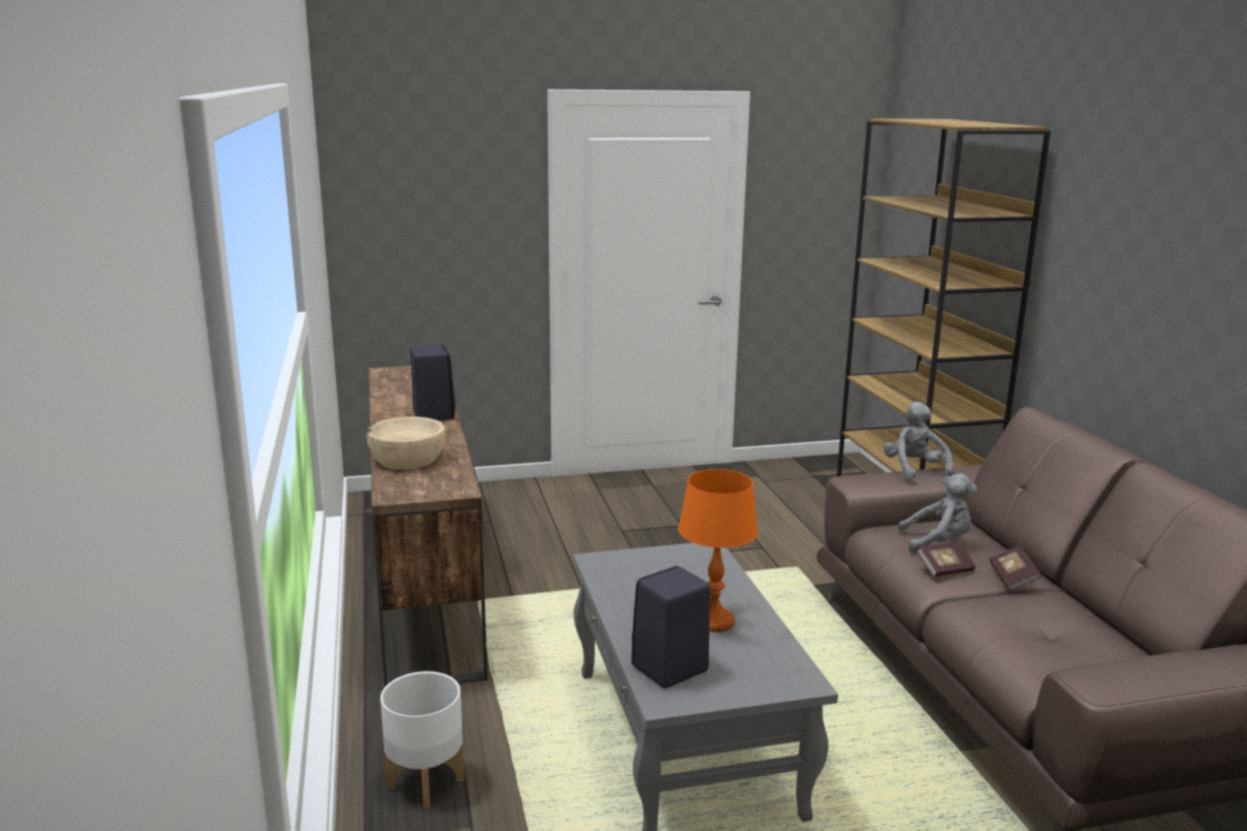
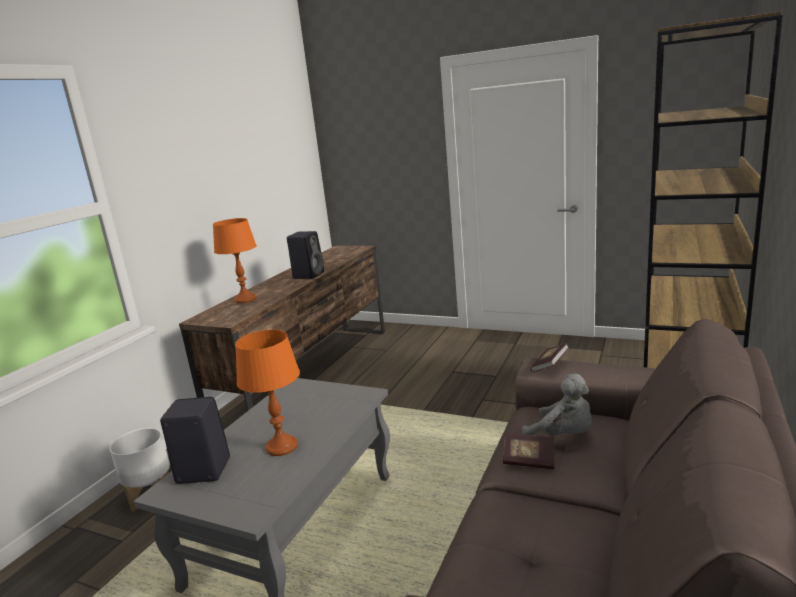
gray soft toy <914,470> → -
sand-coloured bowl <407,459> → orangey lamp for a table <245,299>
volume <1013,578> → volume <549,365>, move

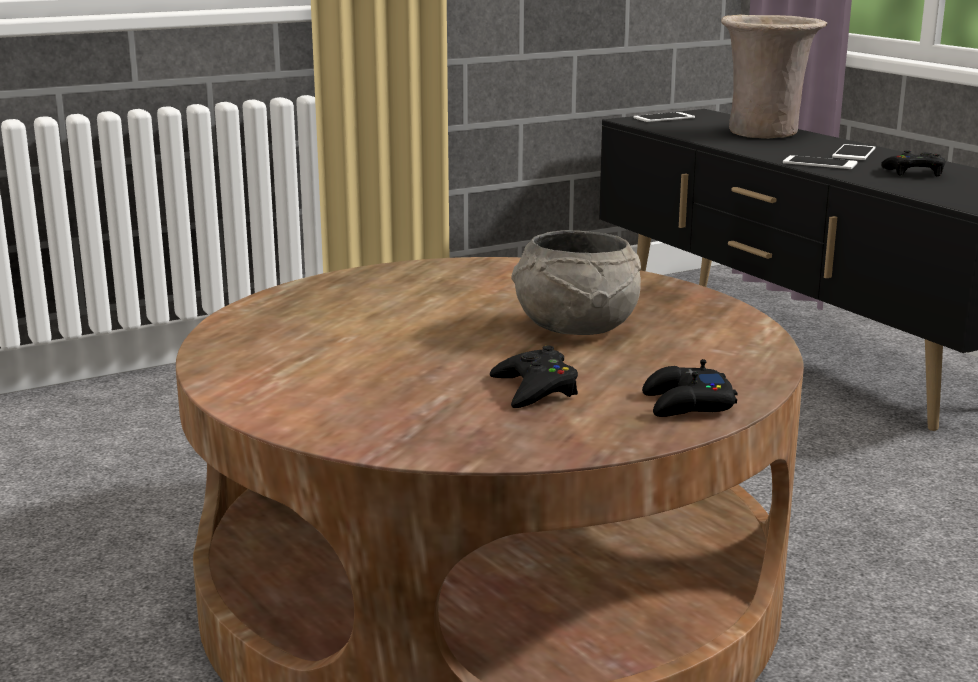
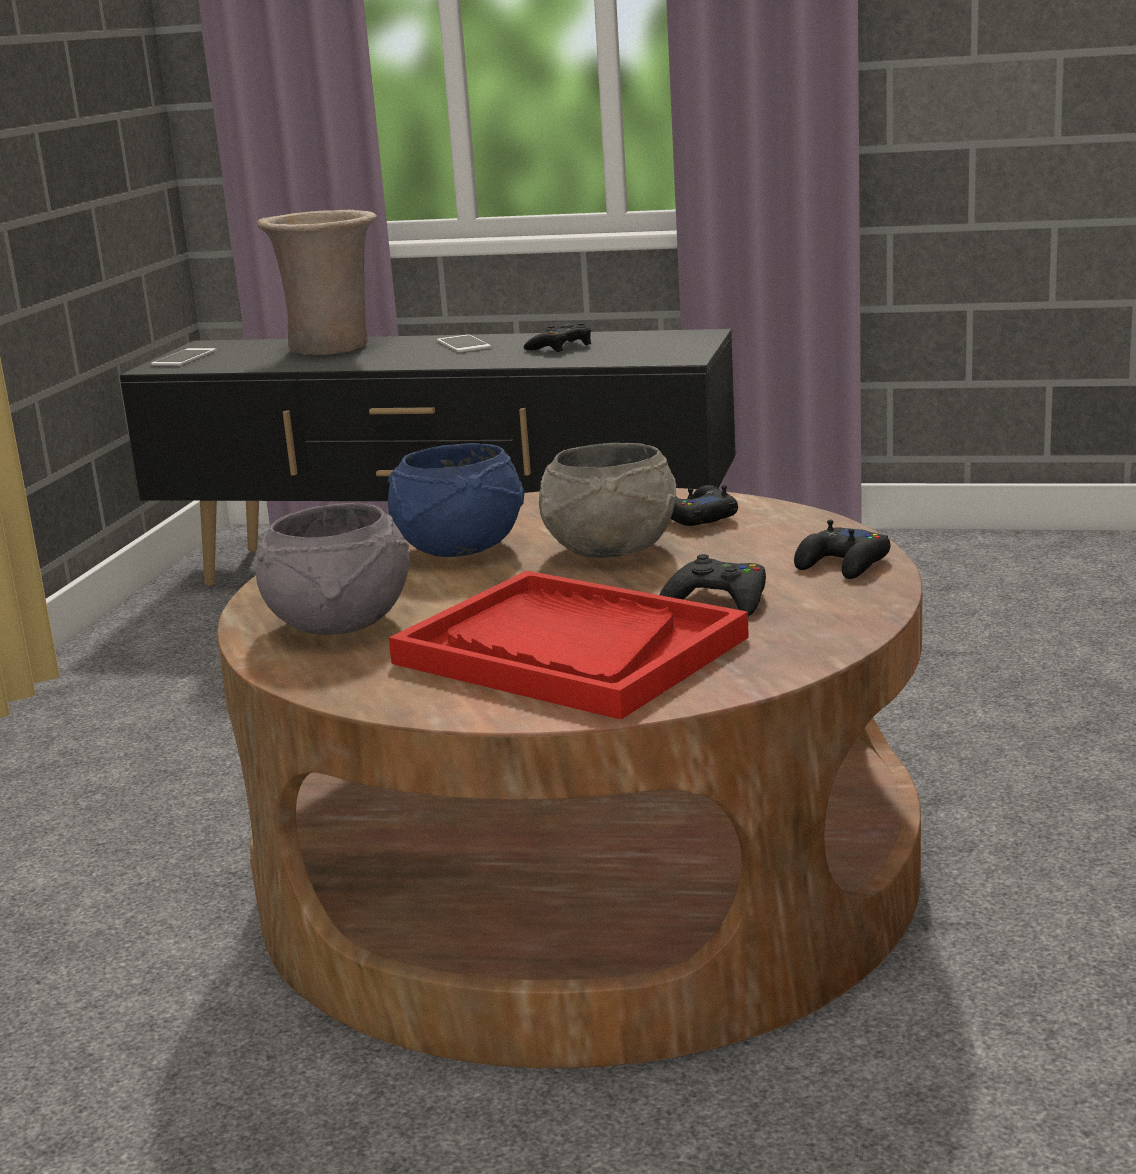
telephone <819,163> → -
- → blue bowl <458,550>
- → black gamepad <694,518>
- → gray bowl <340,625>
- → red tray <568,651>

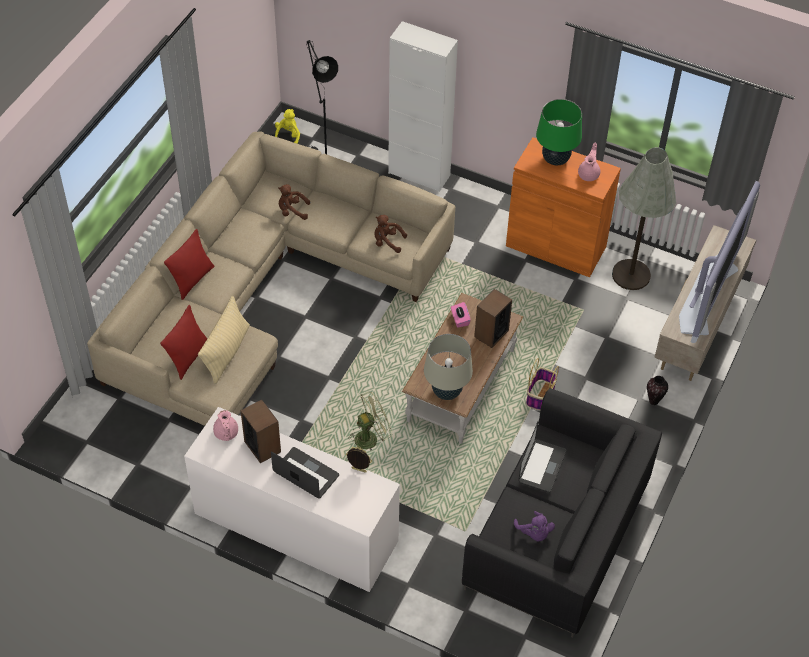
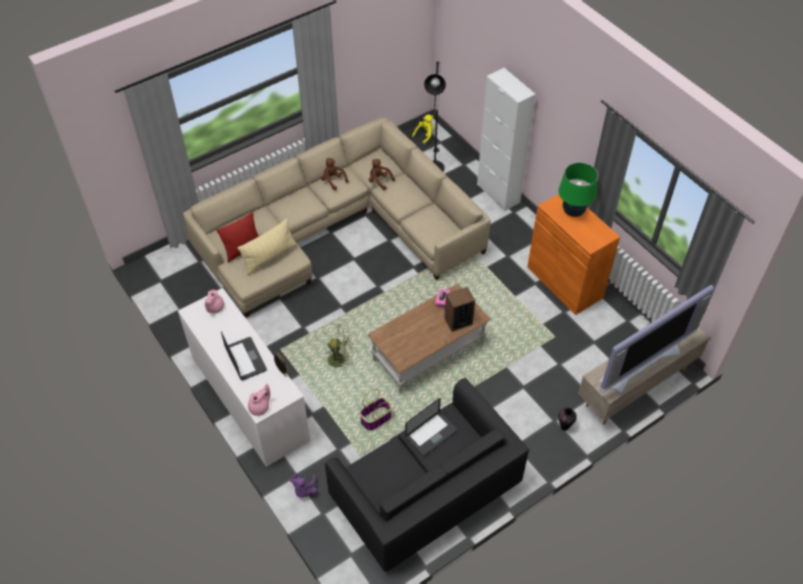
pink-coloured tea pot <589,174> → pink-coloured tea pot <260,407>, move
gray standard lamp <631,275> → -
brown-coloured soft toy <387,242> → brown-coloured soft toy <333,180>, move
red cushion <192,280> → -
sand-coloured lamp for a table <446,392> → -
basket <540,396> → basket <375,419>, move
audio speaker <262,446> → -
purple soft toy <534,533> → purple soft toy <304,489>, move

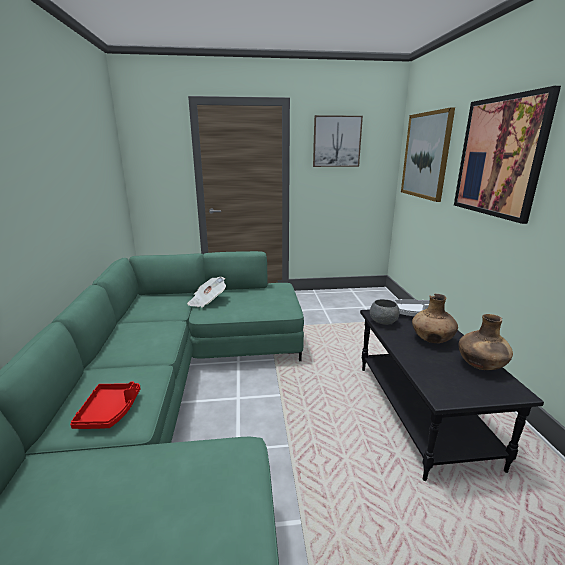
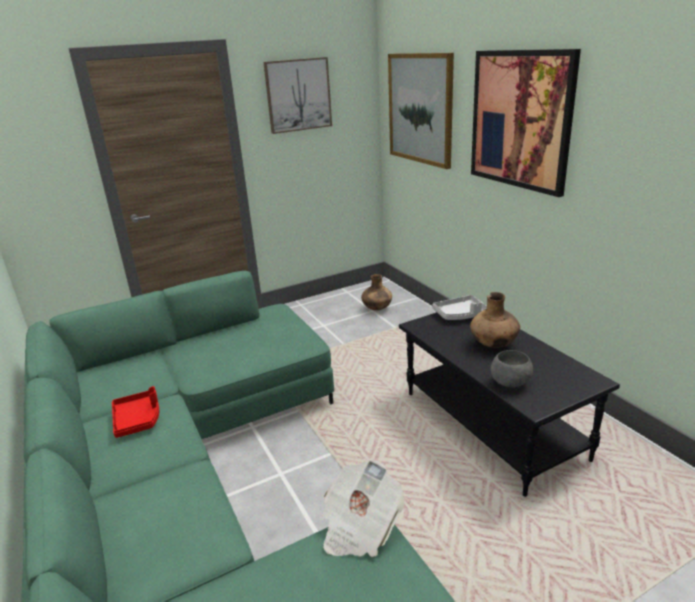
newspaper <207,301> → newspaper <359,526>, move
gray bowl <383,322> → gray bowl <510,383>, move
brown-coloured vase <480,366> → brown-coloured vase <377,308>, move
red tray <110,411> → red tray <138,419>, move

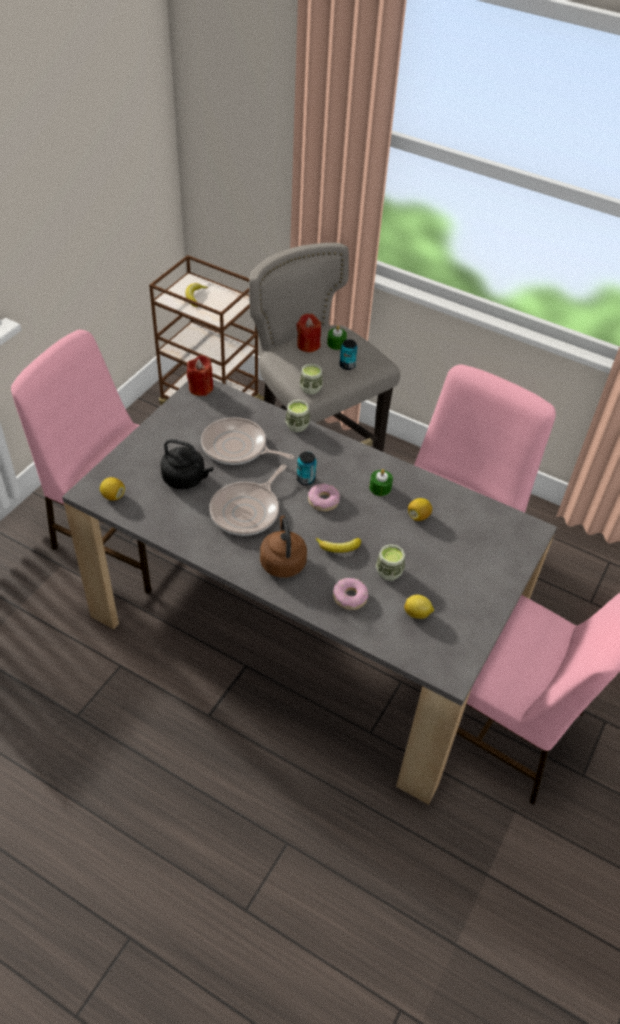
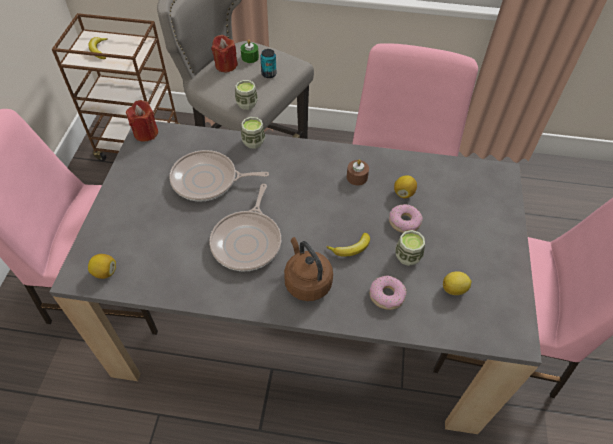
black water kettle <186,479> → -
metal can <305,479> → -
greenish wax light <380,488> → brown-coloured wax light <357,177>
ring doughnut <323,501> → ring doughnut <404,222>, move

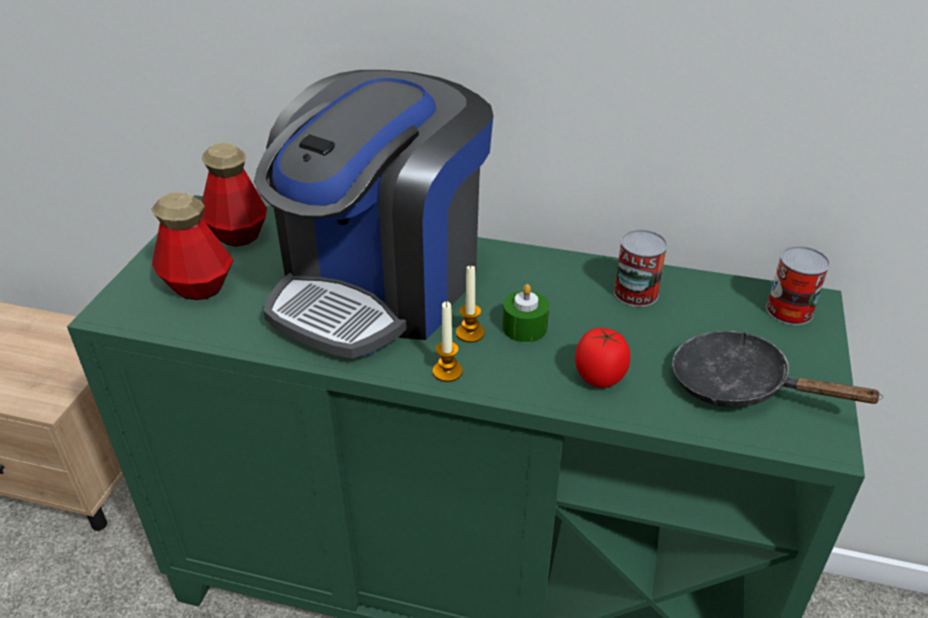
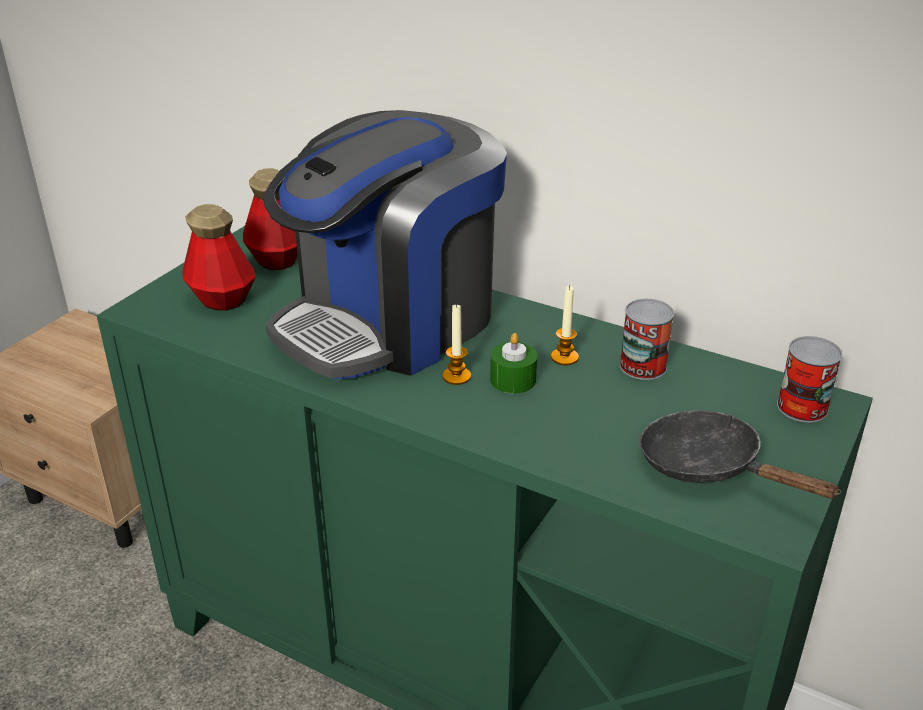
wax light <447,371> → wax light <564,357>, move
fresh tomato <599,377> → -

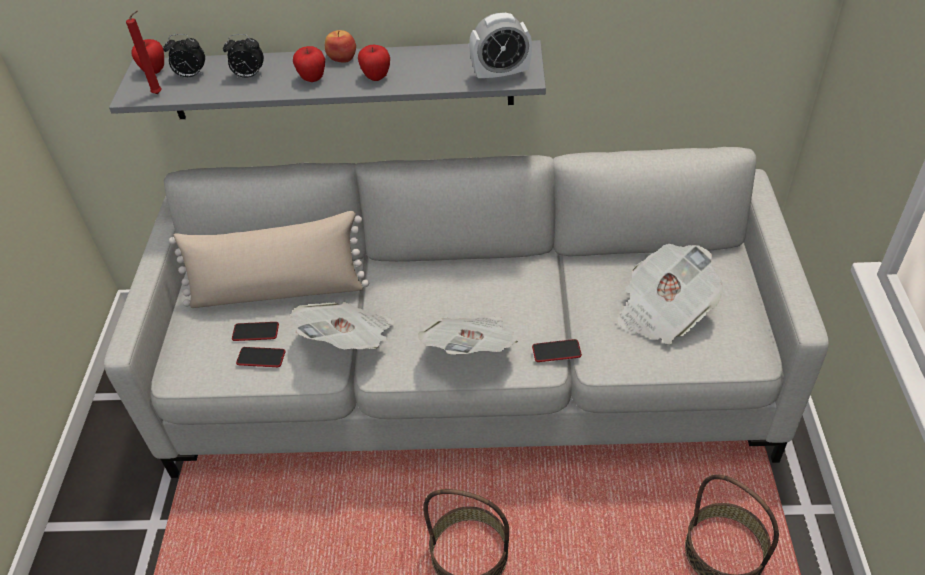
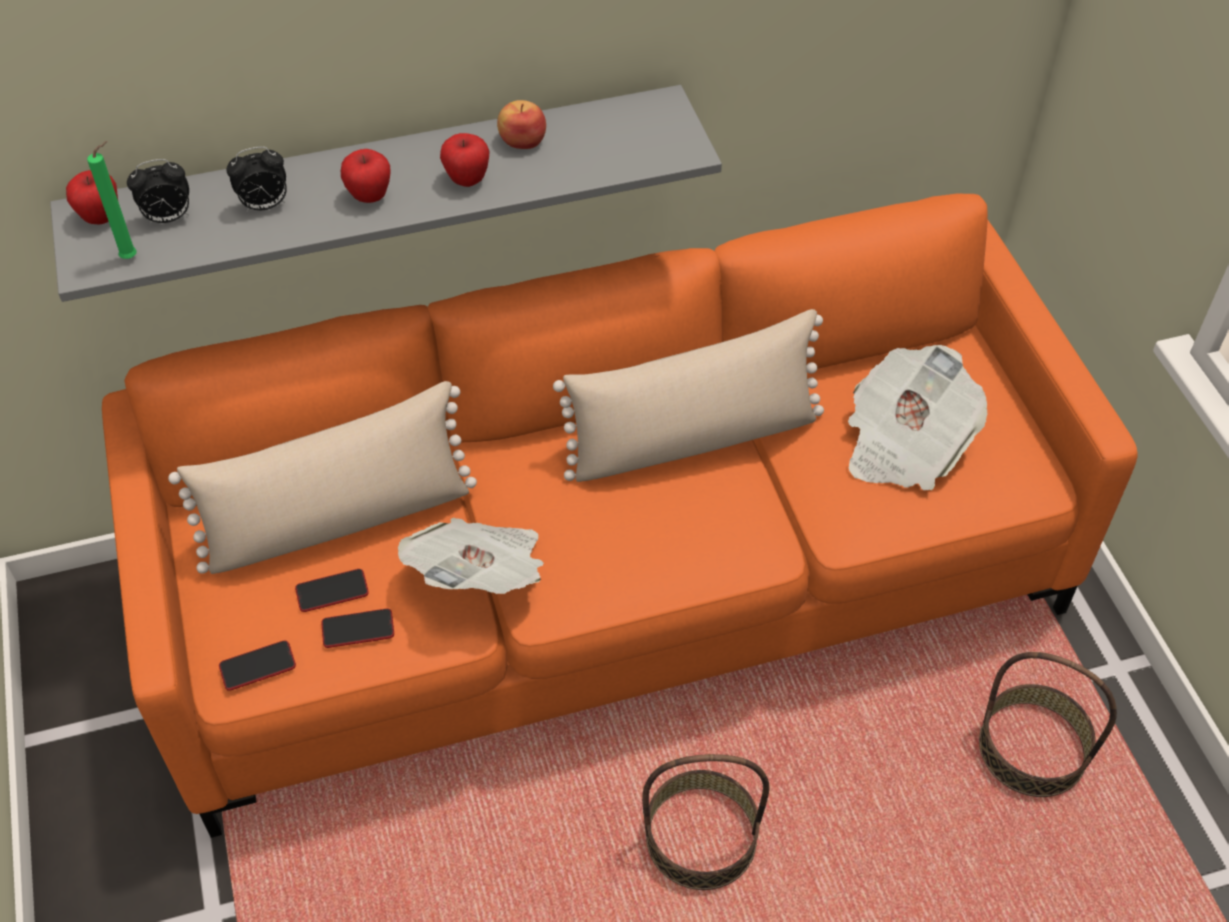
red wax light <159,94> → greenish wax light <132,257>
alarm clock <501,75> → -
apple fruit <342,58> → apple fruit <522,141>, move
gray couch <470,381> → orangey couch <614,589>
newspaper <472,350> → -
telephone <556,351> → telephone <257,666>, move
- → sand-coloured cushion <693,439>

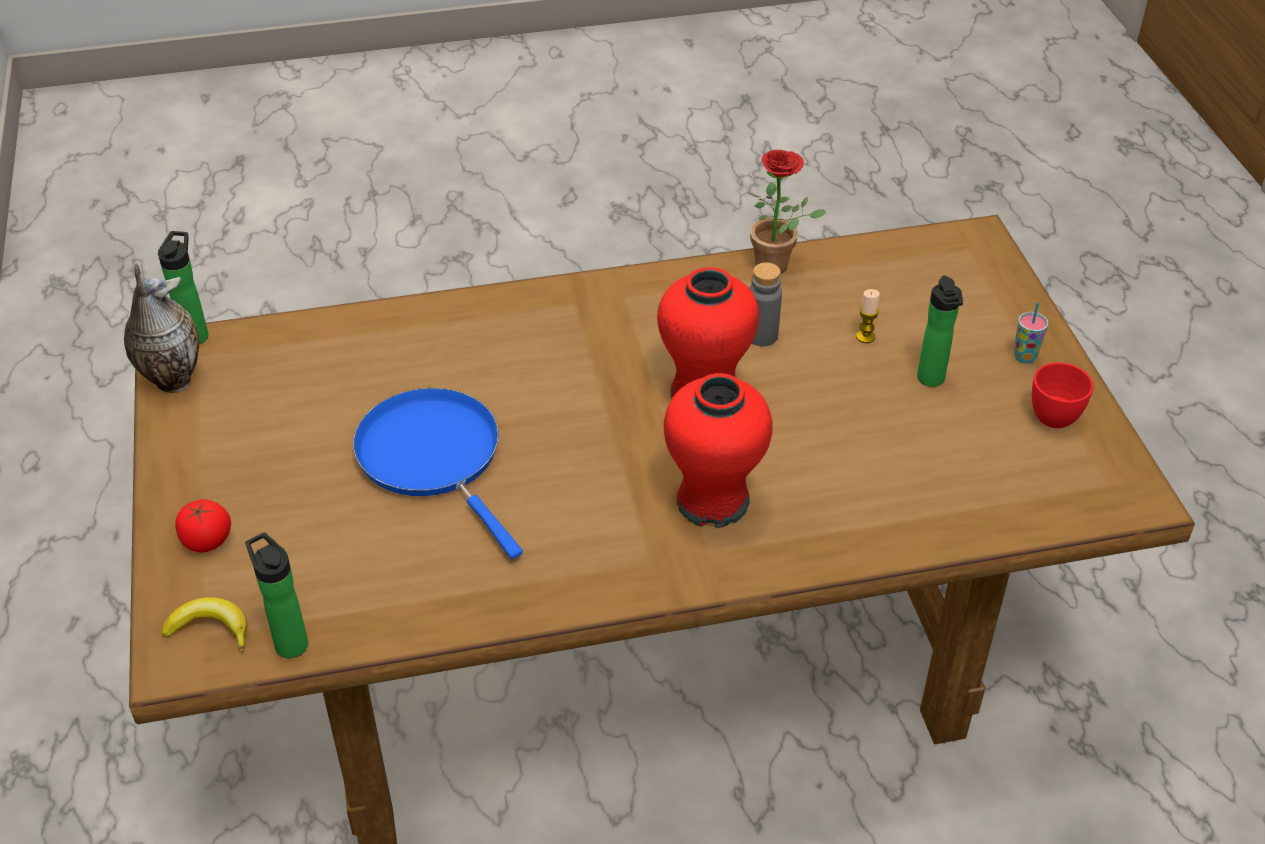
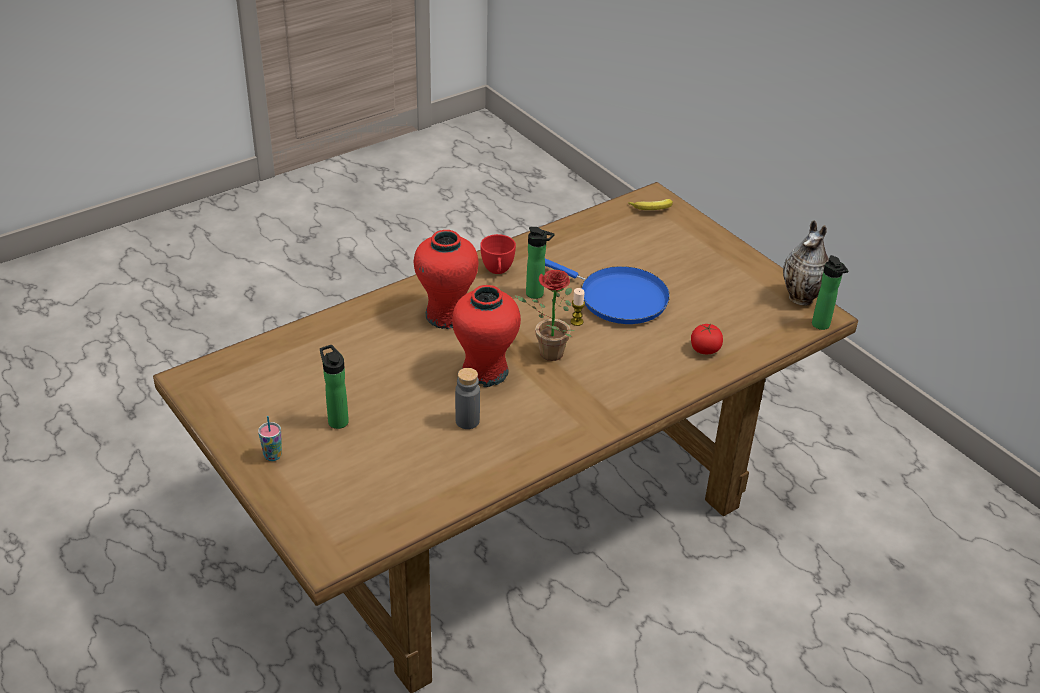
plant in a pot <779,266> → plant in a pot <546,353>, move
wax light <865,337> → wax light <576,321>, move
red drinking cup <1055,412> → red drinking cup <497,271>, move
fresh tomato <207,540> → fresh tomato <704,349>, move
bottle <289,642> → bottle <537,294>, move

